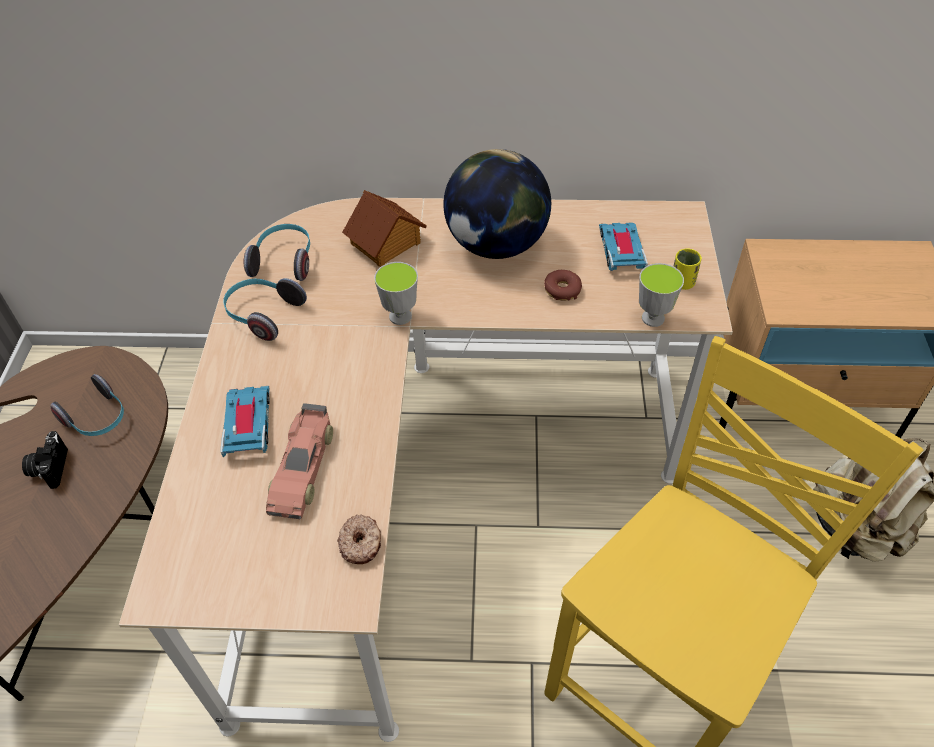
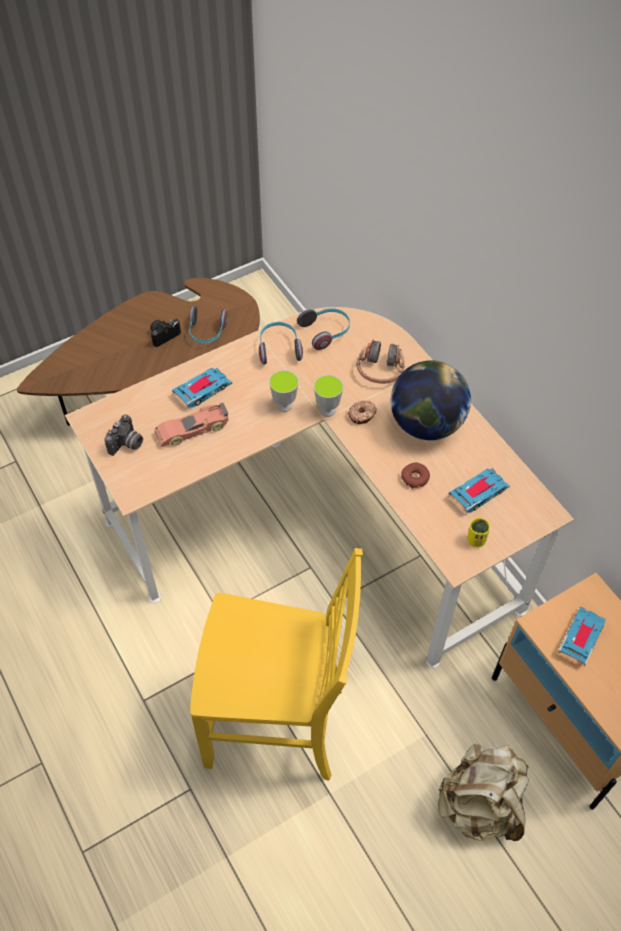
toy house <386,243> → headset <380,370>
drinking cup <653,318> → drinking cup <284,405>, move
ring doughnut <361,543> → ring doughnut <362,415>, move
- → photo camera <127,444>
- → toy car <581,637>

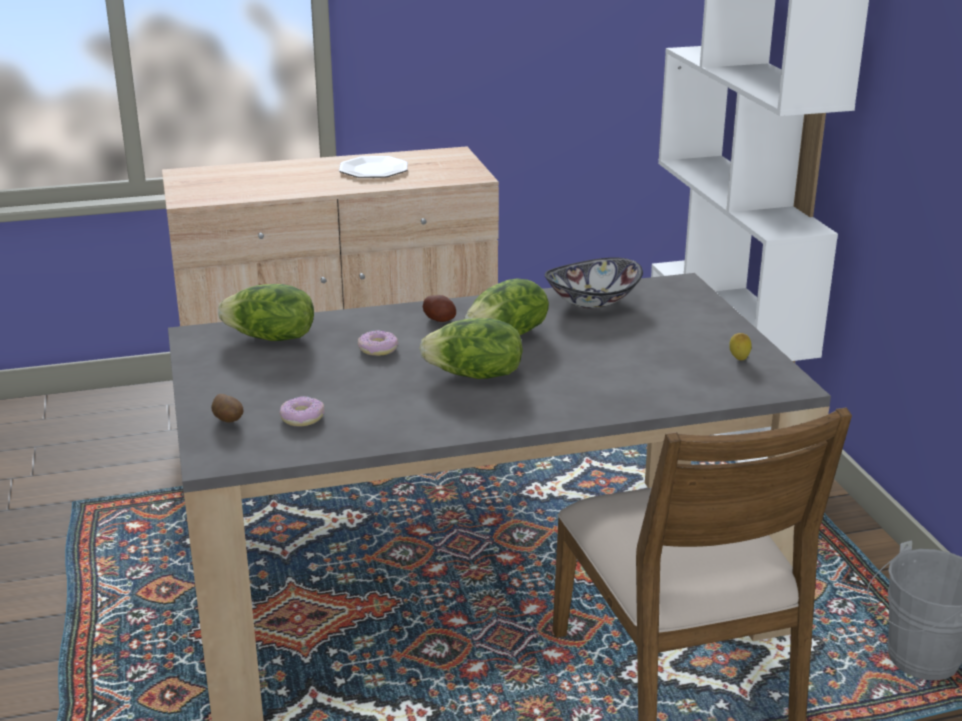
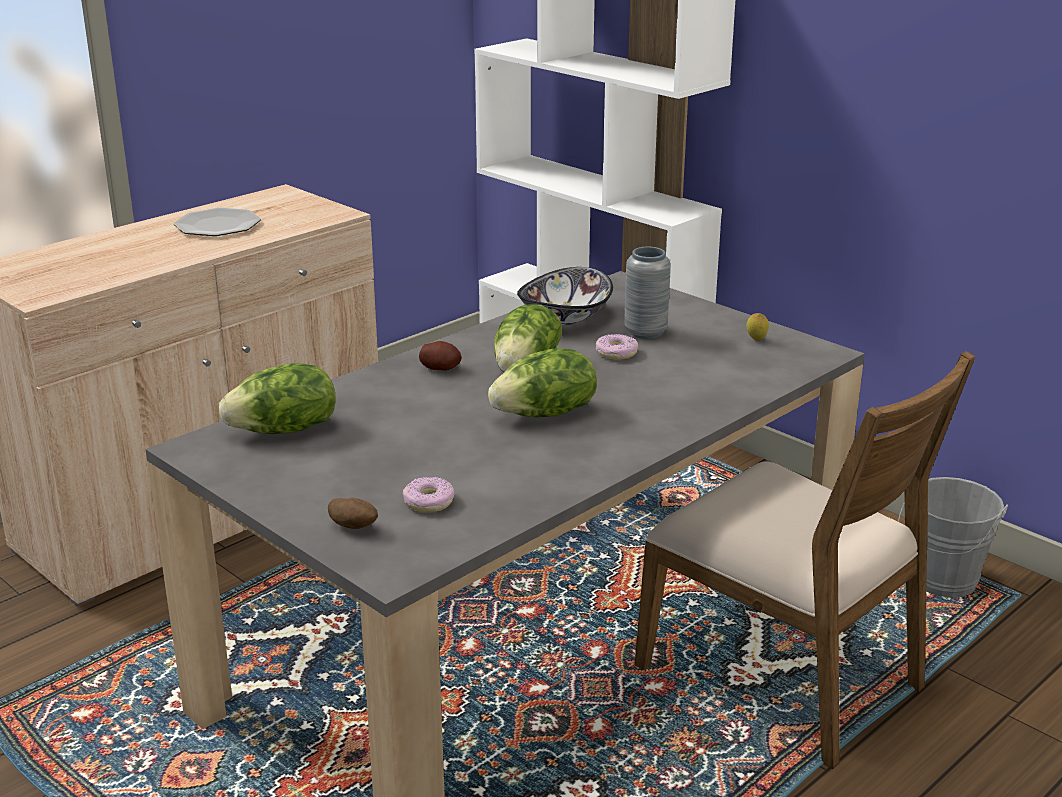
ring doughnut <377,349> → ring doughnut <616,353>, move
- → gray vase <645,332>

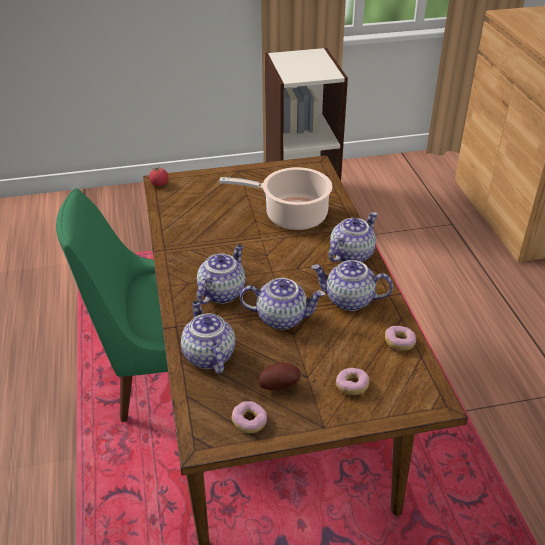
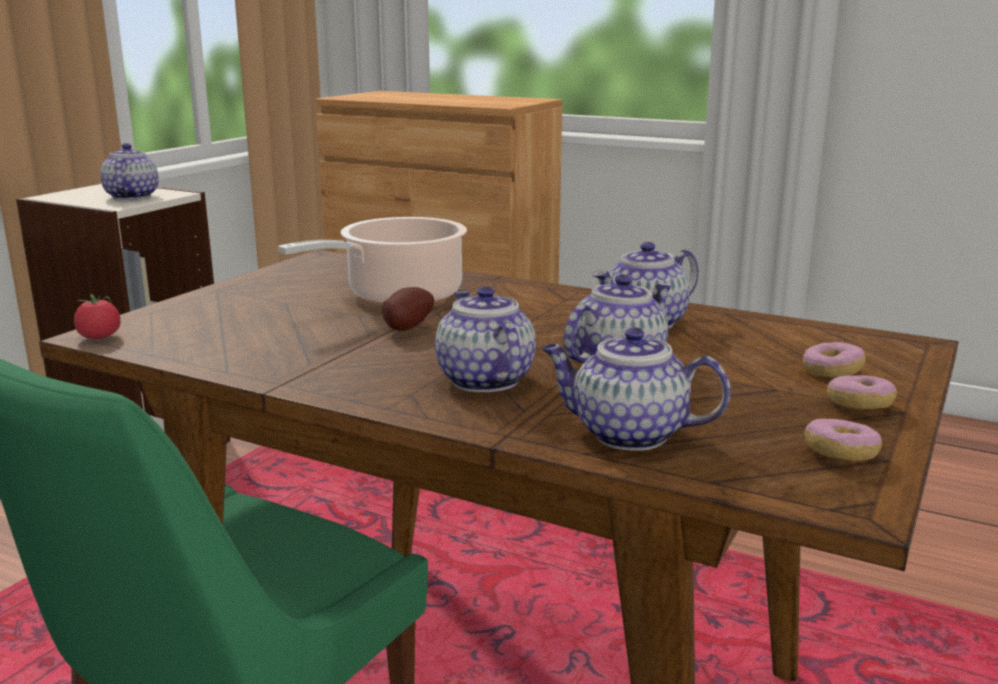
tea pot <351,254> → tea pot <131,196>, move
ring doughnut <399,343> → ring doughnut <859,405>, move
spud <279,385> → spud <405,329>, move

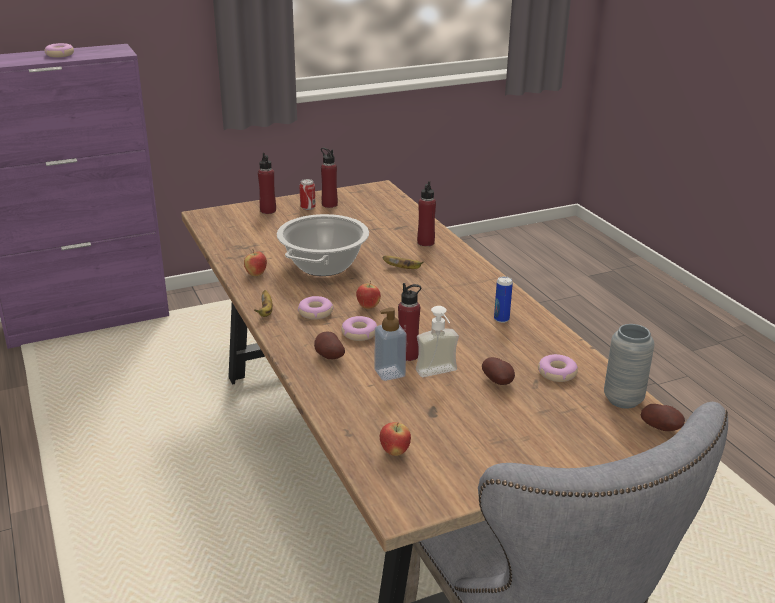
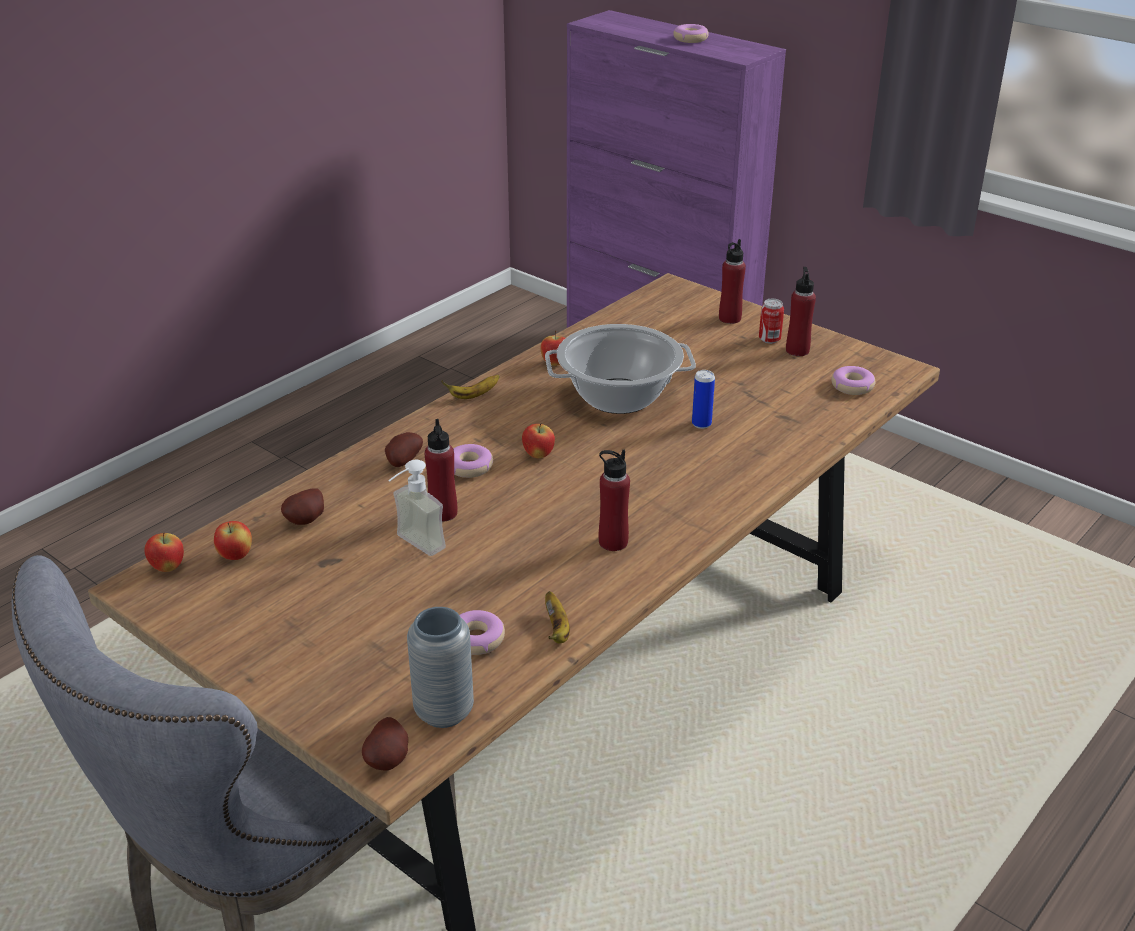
red bottle <425,242> → red bottle <613,542>, move
banana fruit <403,268> → banana fruit <557,630>, move
metal can <501,319> → metal can <701,424>, move
ring doughnut <315,312> → ring doughnut <852,386>, move
liquid soap bottle <390,373> → -
spud <499,382> → spud <307,521>, move
- → apple fruit <167,568>

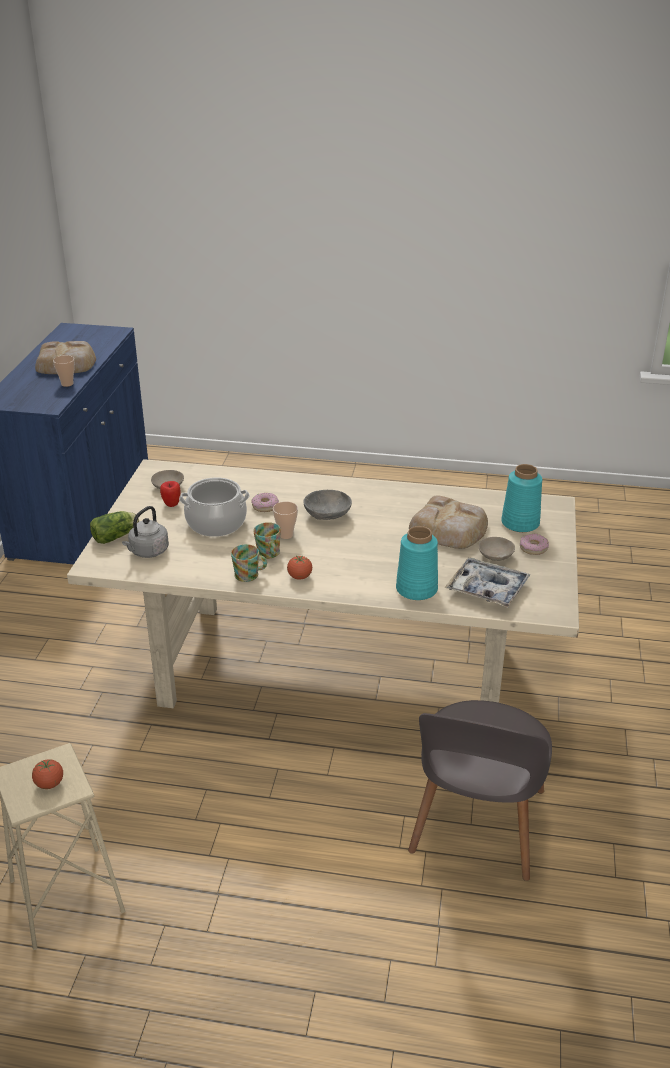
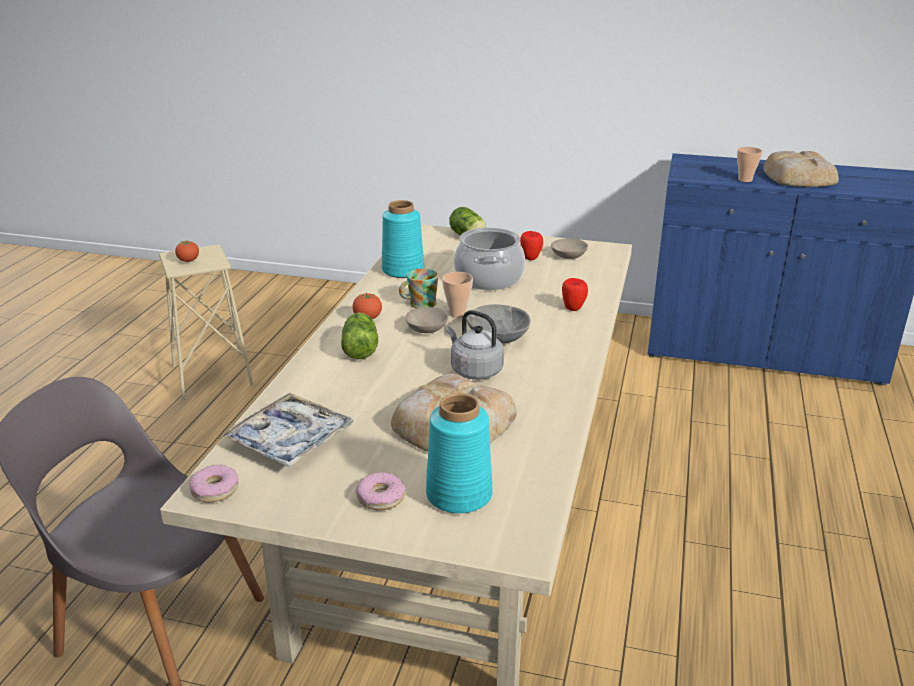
ring doughnut <265,506> → ring doughnut <214,490>, move
gray water kettle <147,552> → gray water kettle <474,370>, move
turquoise-coloured vase <416,590> → turquoise-coloured vase <402,270>, move
sand-coloured bowl <495,555> → sand-coloured bowl <428,329>, move
coffee mug <250,575> → -
- → apple fruit <573,308>
- → lettuce <360,347>

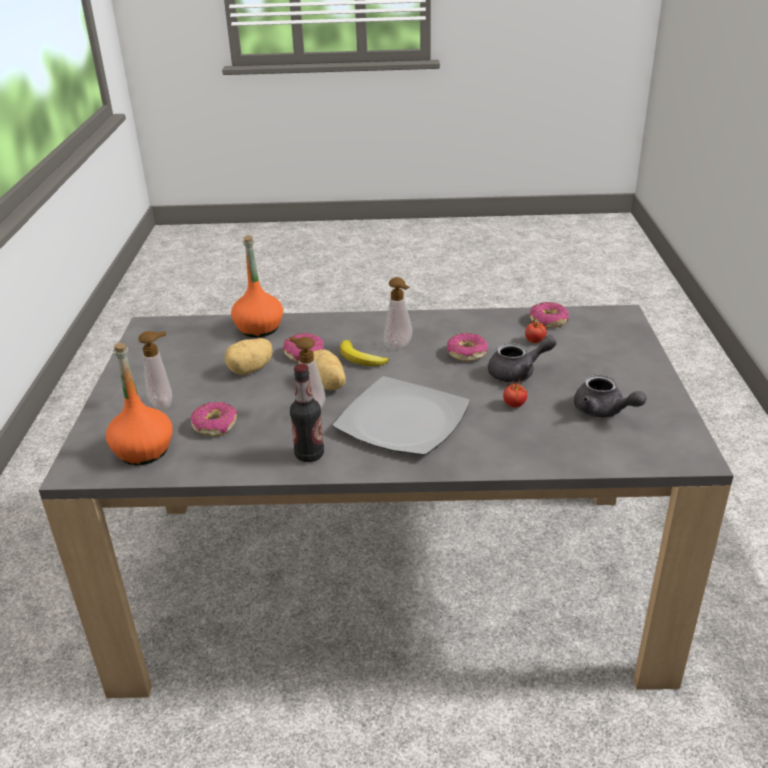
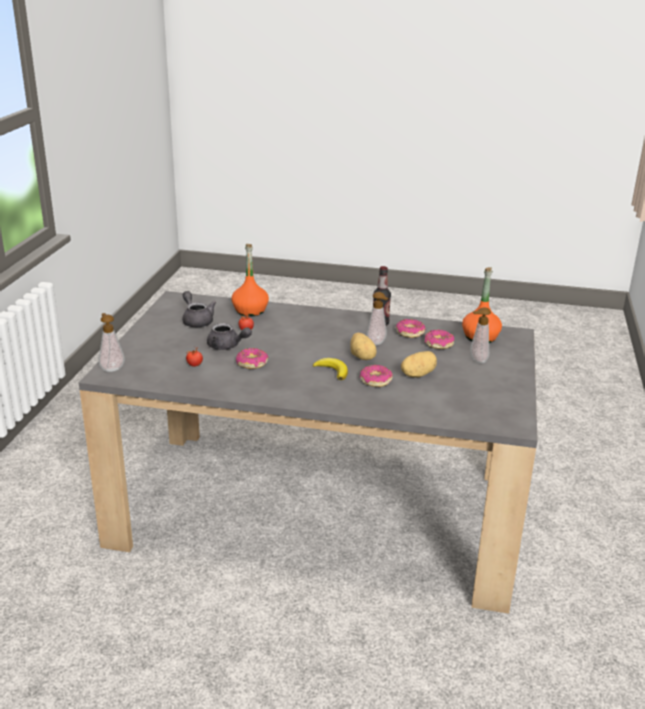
orangey bottle <259,328> → orangey bottle <250,311>, move
liquid soap bottle <400,347> → liquid soap bottle <112,368>, move
ring doughnut <548,321> → ring doughnut <409,333>, move
gray tea pot <518,373> → gray tea pot <227,346>, 150 degrees counterclockwise
plate <401,421> → -

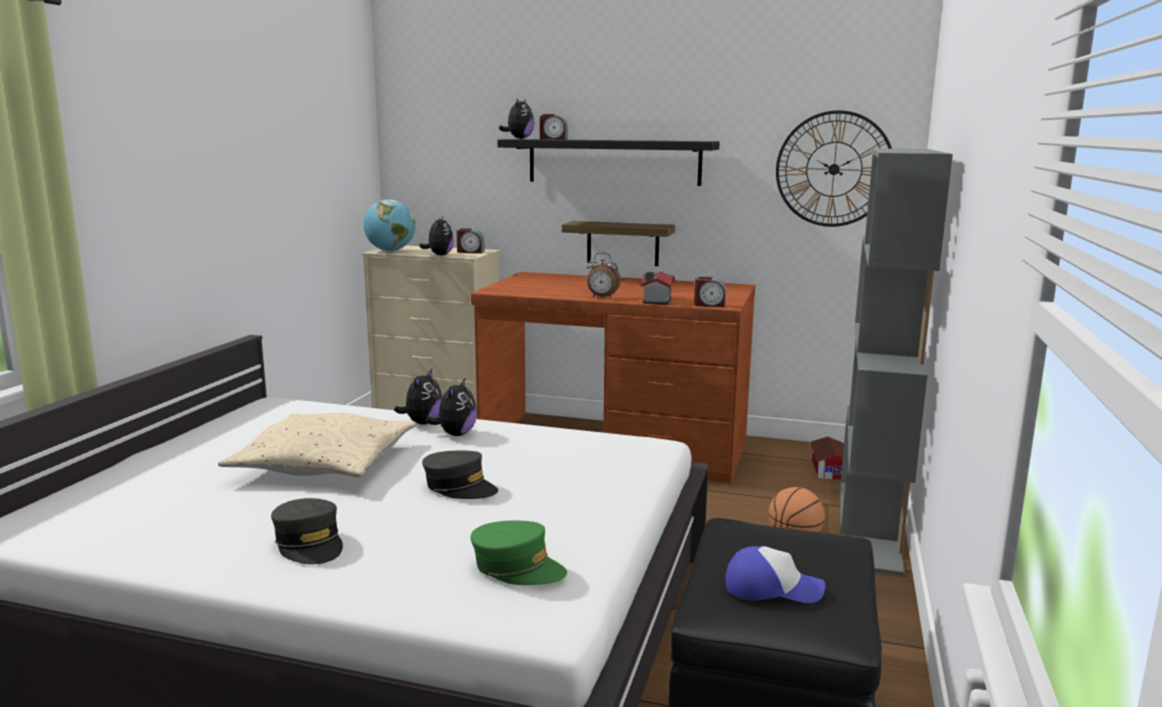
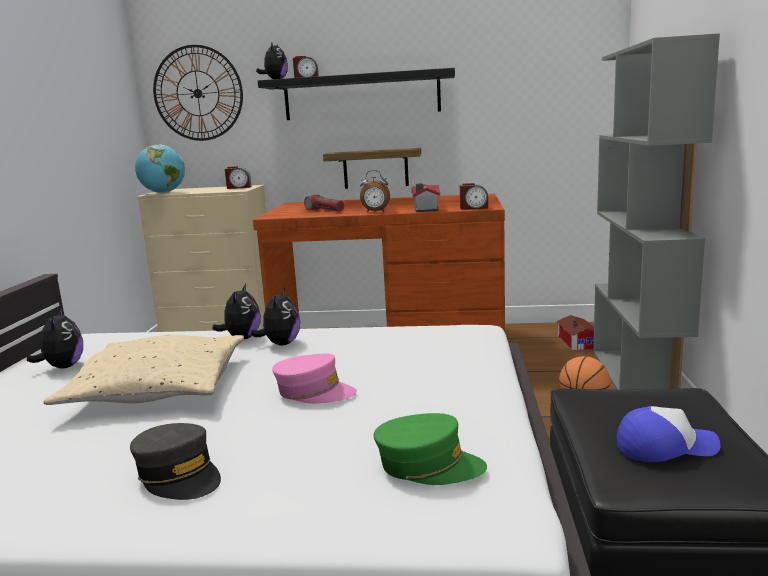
wall clock <834,169> → wall clock <198,93>, move
soft toy <439,255> → soft toy <63,367>, move
gray cap <459,487> → pink-coloured cap <314,392>
- → hand torch <325,210>

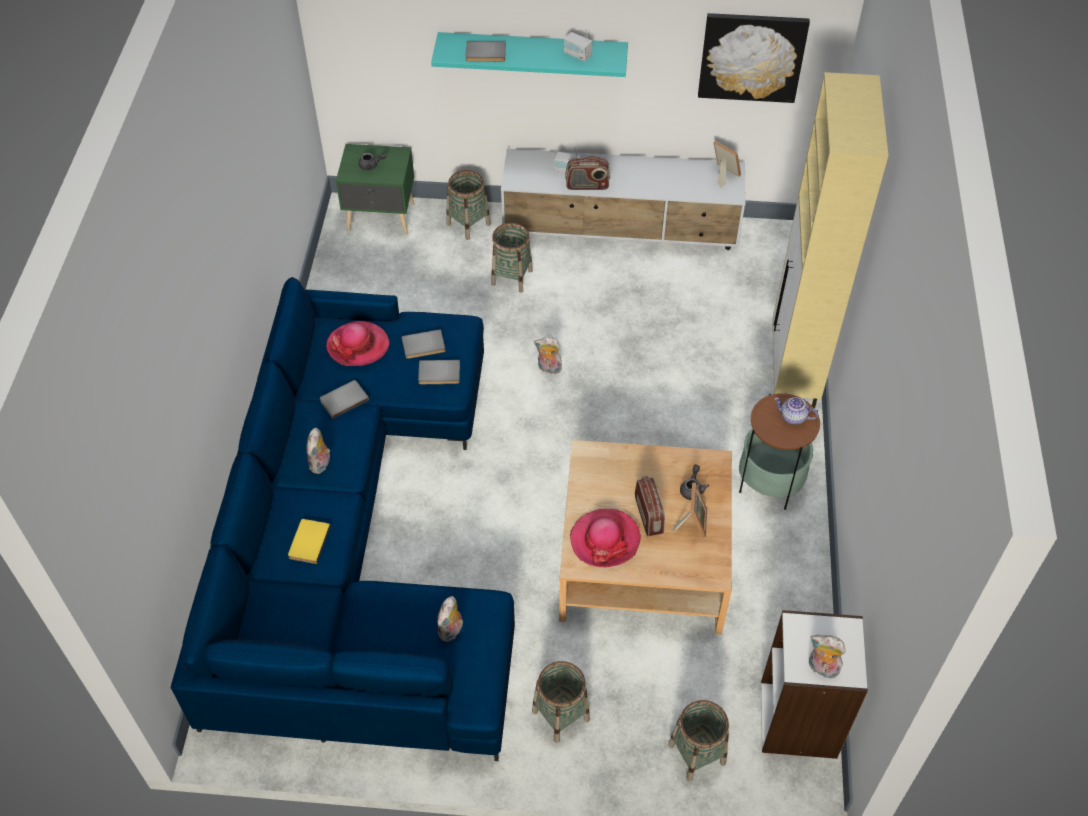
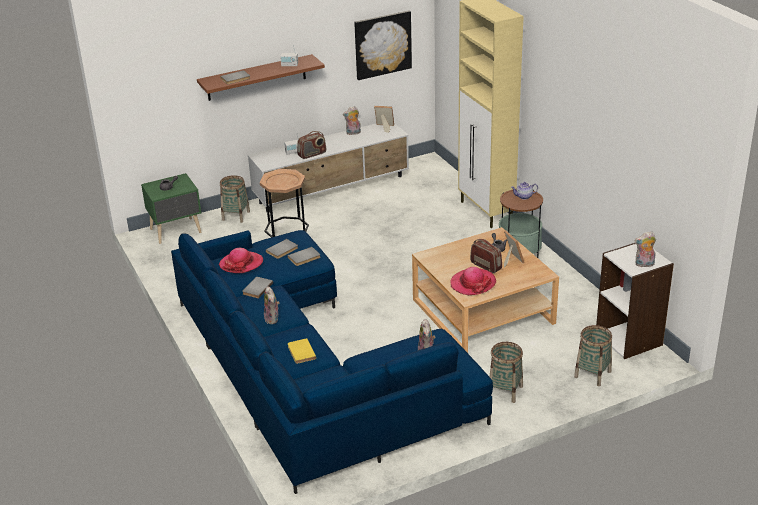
turquoise-coloured bracket shelf <532,52> → brown-coloured bracket shelf <256,77>
basket <512,277> → brown-coloured accent table <286,228>
soft toy <548,368> → soft toy <353,133>, move

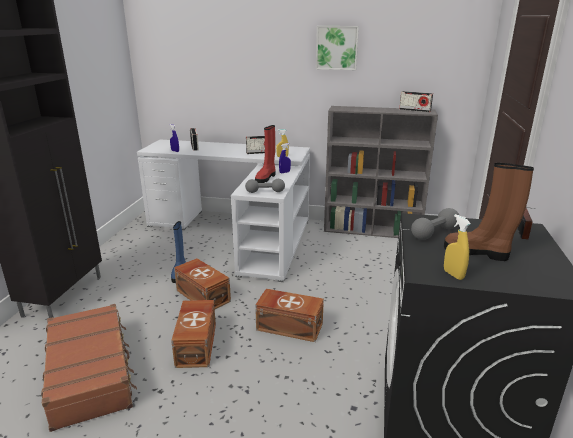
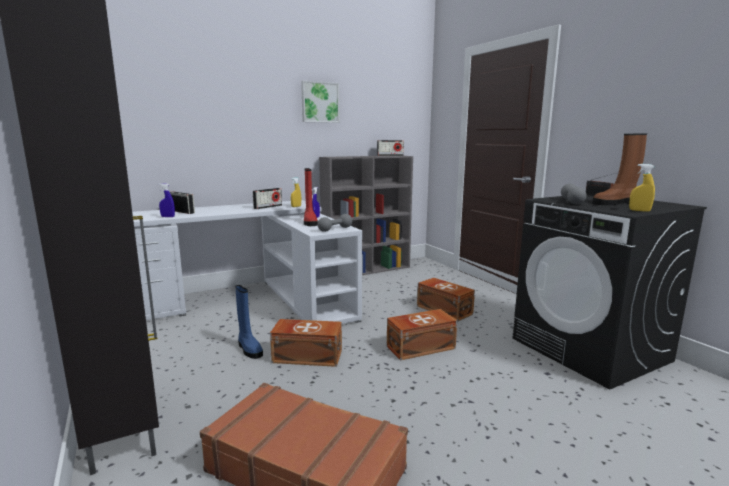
brown-coloured storage bin <197,344> → brown-coloured storage bin <444,309>, move

